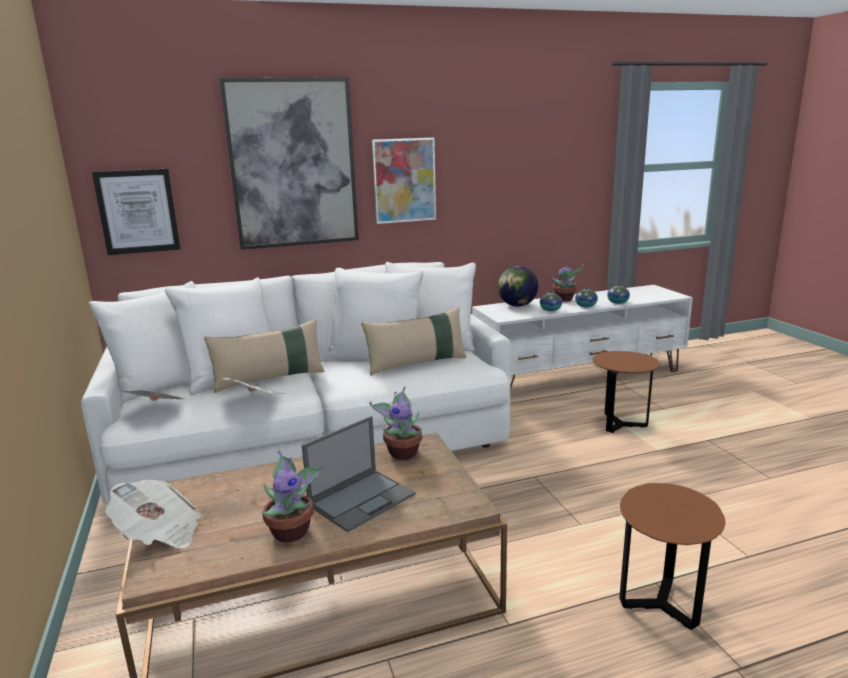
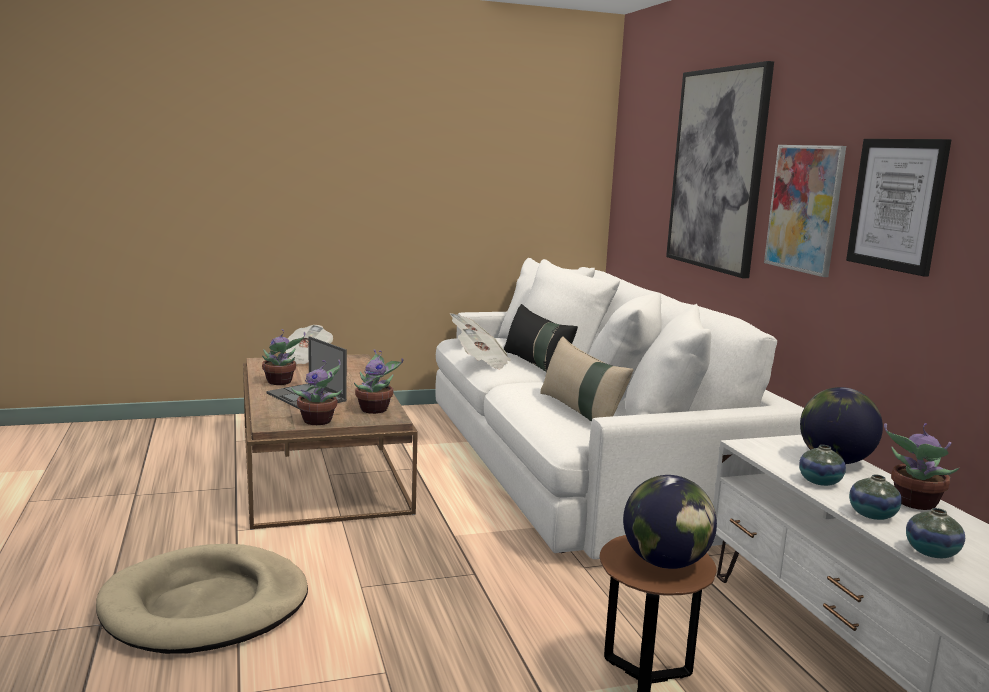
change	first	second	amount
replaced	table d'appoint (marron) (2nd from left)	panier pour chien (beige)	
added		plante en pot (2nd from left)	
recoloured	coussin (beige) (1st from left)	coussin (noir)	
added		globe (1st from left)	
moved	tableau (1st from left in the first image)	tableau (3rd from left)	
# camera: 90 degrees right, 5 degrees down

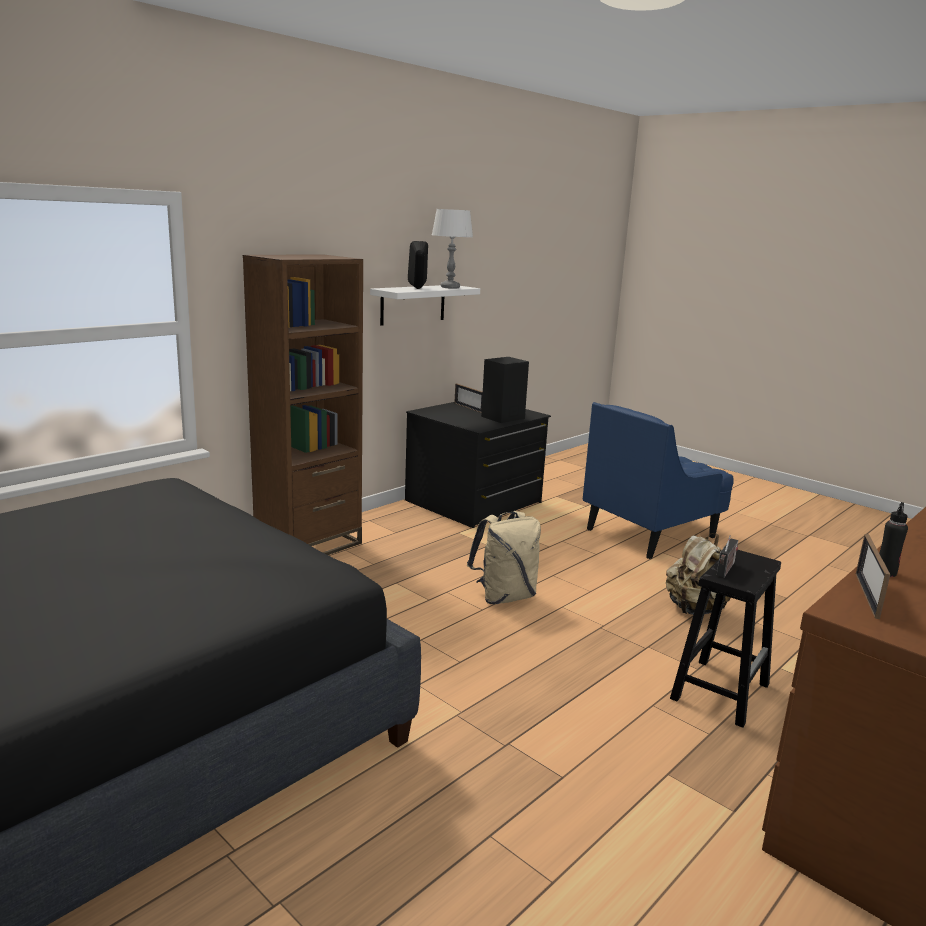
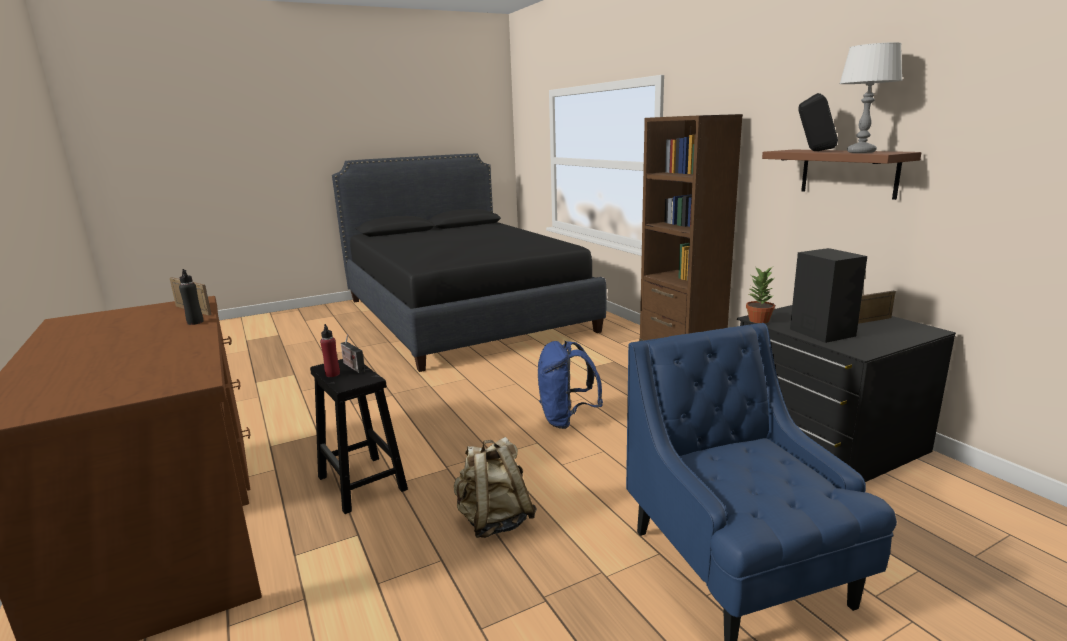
change	first	second	amount
added		bouteille (rouge)	
recoloured	sac à dos (beige) (1st from left)	sac à dos (bleu)	
added		plante en pot	
recoloured	étagère (blanc)	étagère (marron)	
# camera: 110 degrees right, 0 degrees up

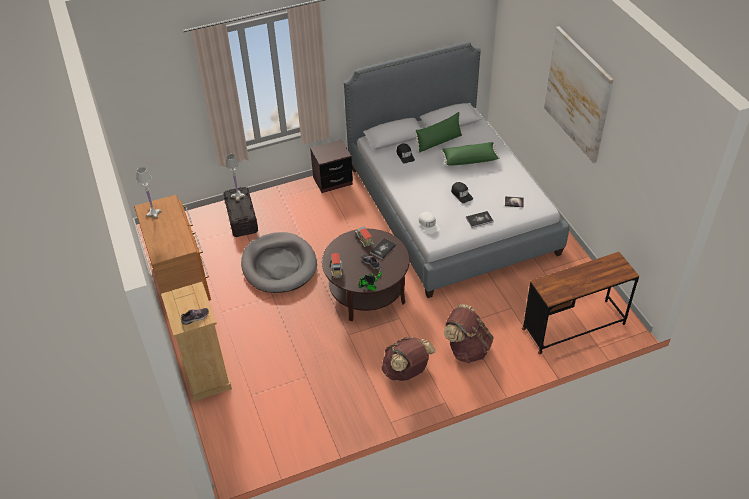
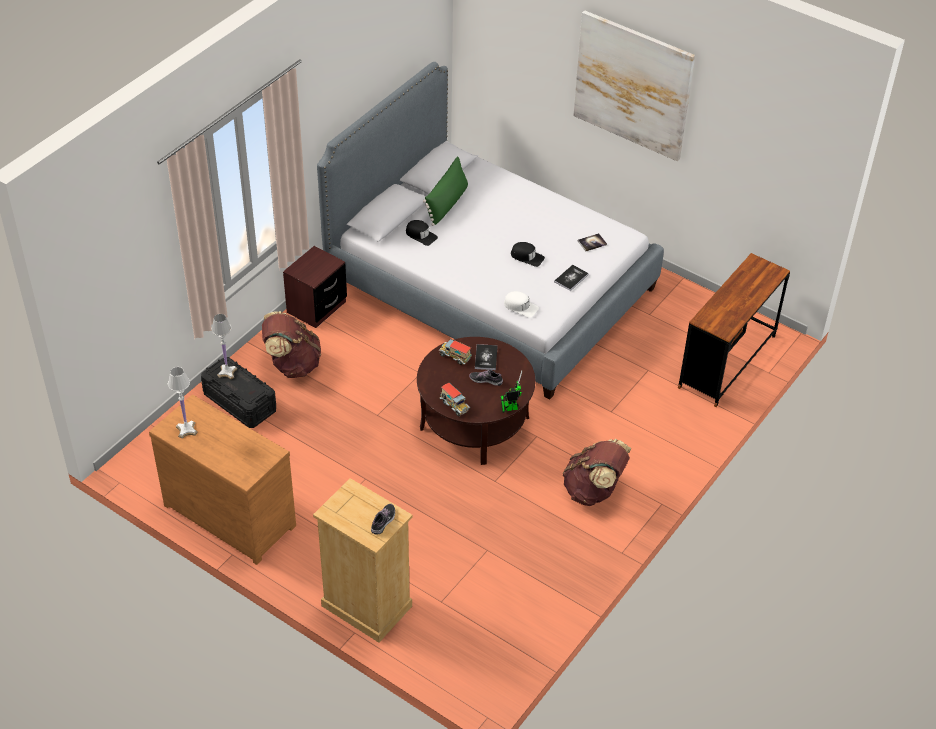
change	first	second	amount
moved	sac à dos (marron) (2nd from left in the first image)	sac à dos (marron) (1st from left)	
removed	panier pour chien (gris)		
removed	coussin (vert) (2nd from left)		
# camera: 35 degrees left, 0 degrees up

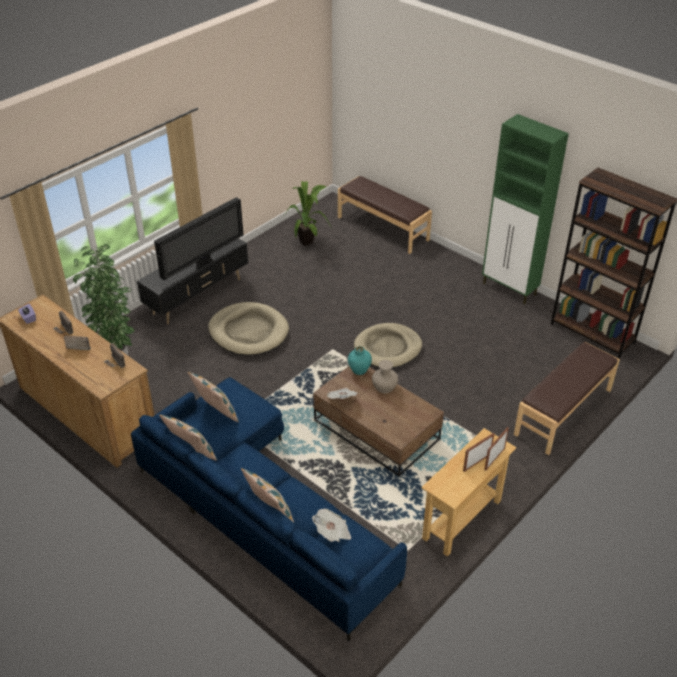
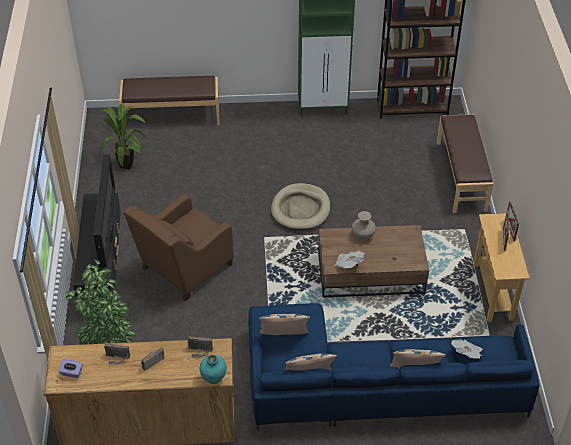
change	first	second	amount
replaced	panier pour chien (beige) (1st from left)	fauteuil (marron)	
moved	vase (turquoise)		
# camera: 45 degrees left, 5 degrees up

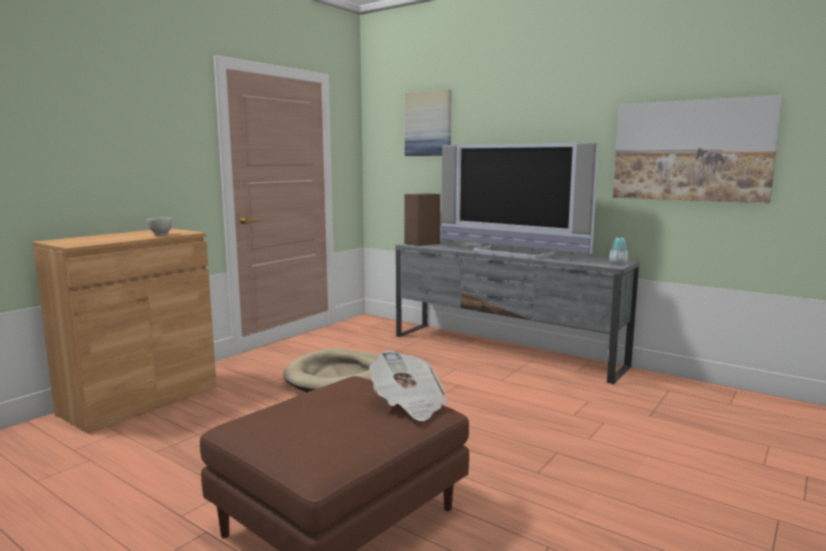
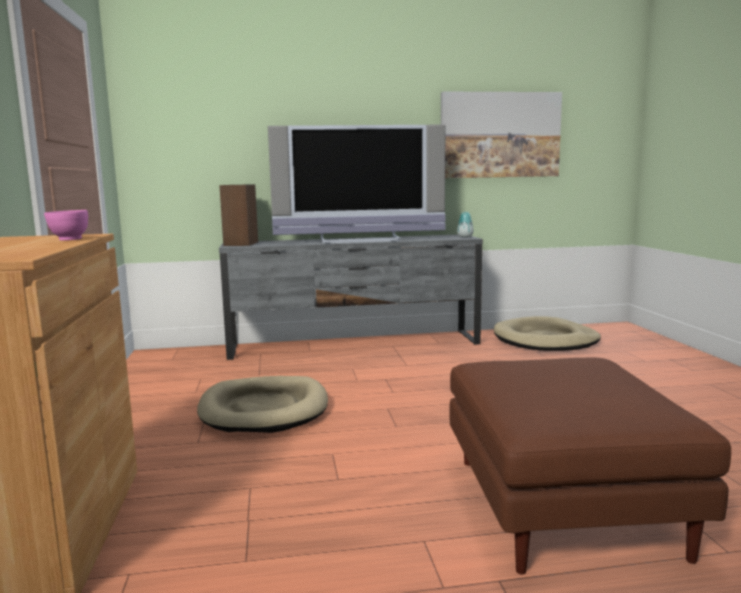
change	first	second	amount
recoloured	bol (blanc)	bol (rose)	
added		panier pour chien (beige) (2nd from left)	
removed	journal		
removed	tableau (1st from left)		
# camera: 45 degrees left, 0 degrees up

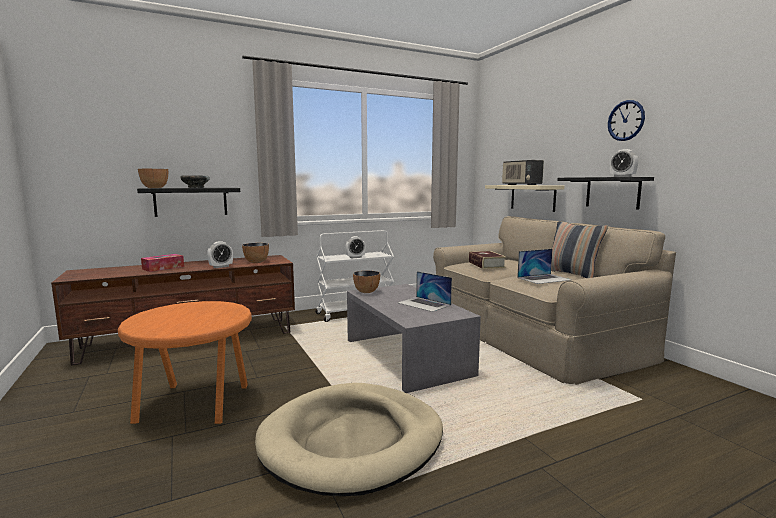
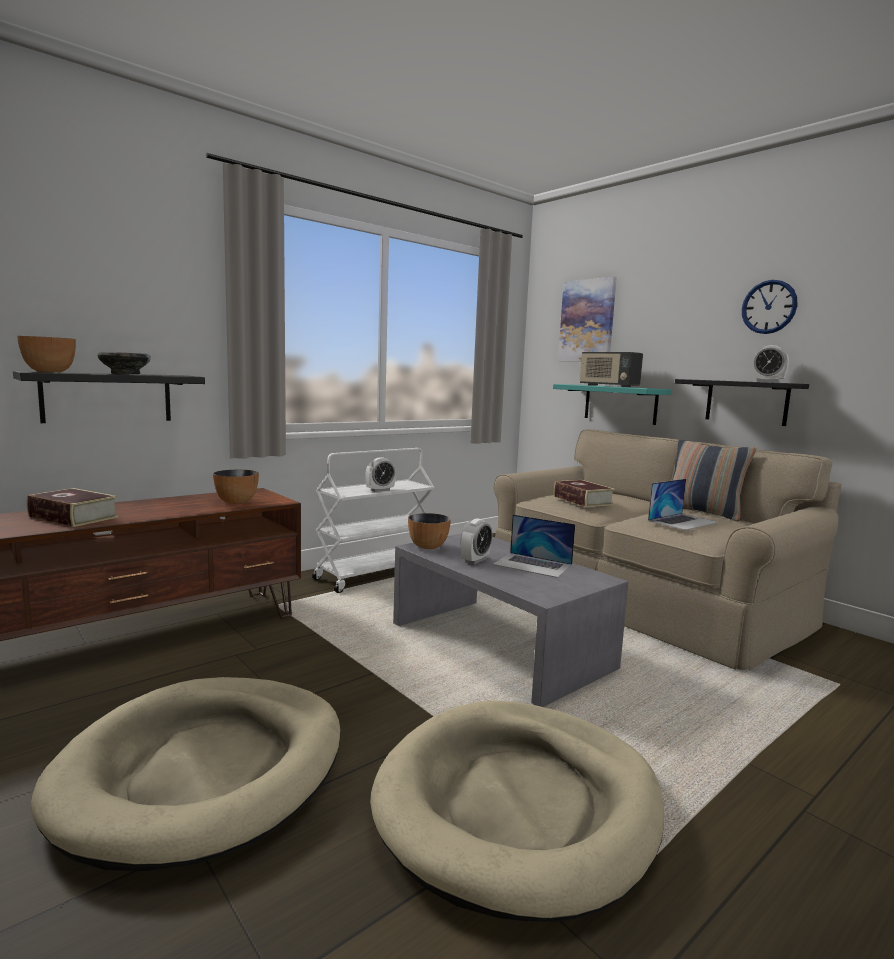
change	first	second	amount
replaced	boîte à mouchoirs	livre (1st from left)	
replaced	table d'appoint (orange)	panier pour chien (beige) (1st from left)	
moved	réveil (1st from left in the first image)	réveil (2nd from left)	
recoloured	étagère (beige)	étagère (turquoise)	
added		tableau	
# camera: 15 degrees left, 0 degrees up

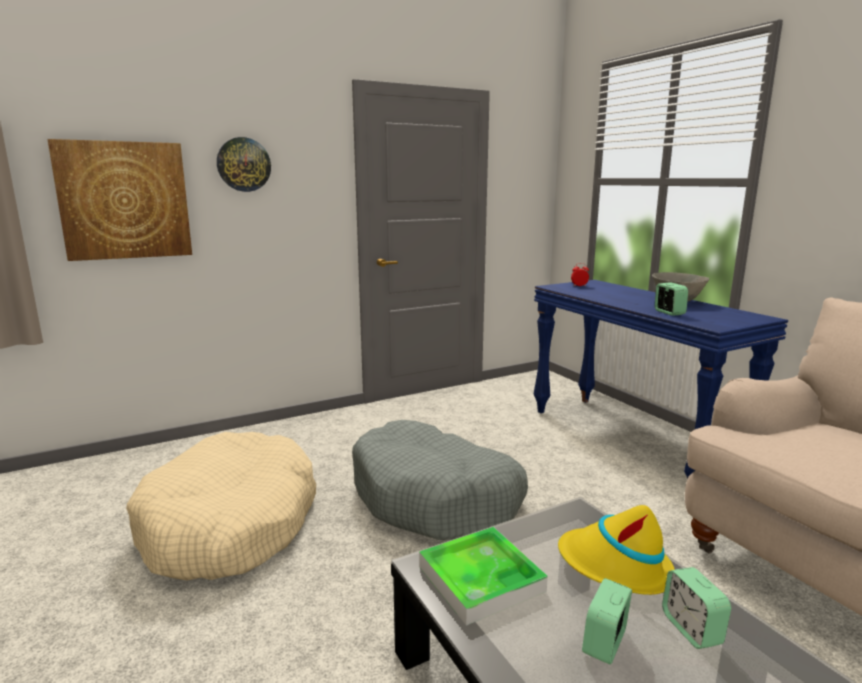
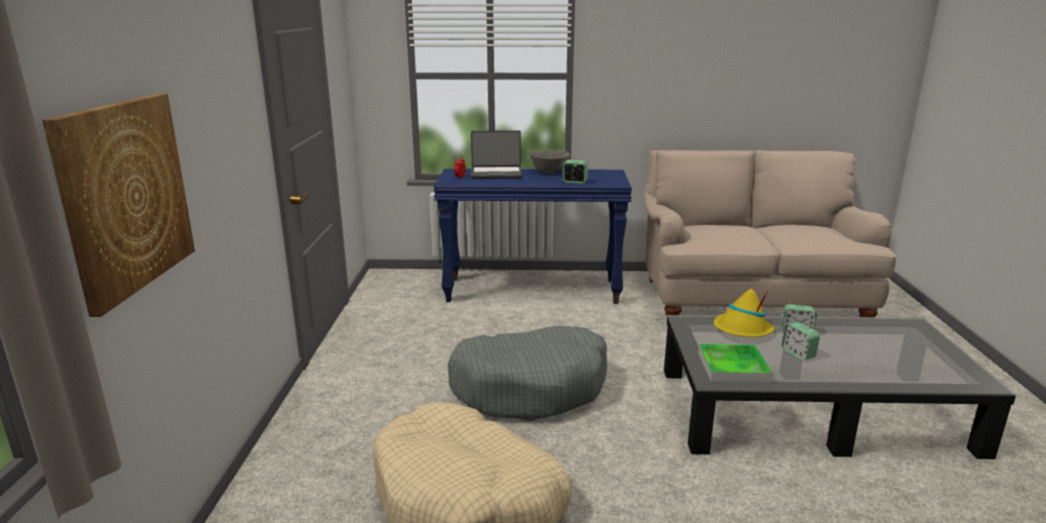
change	first	second	amount
added		ordinateur portable	
removed	horloge murale		
# camera: 60 degrees left, 5 degrees up

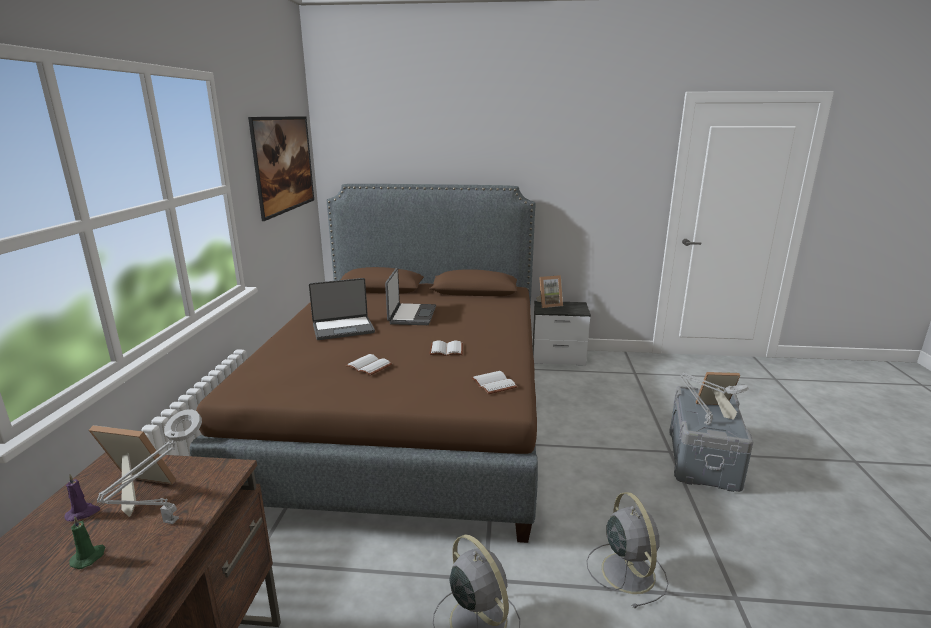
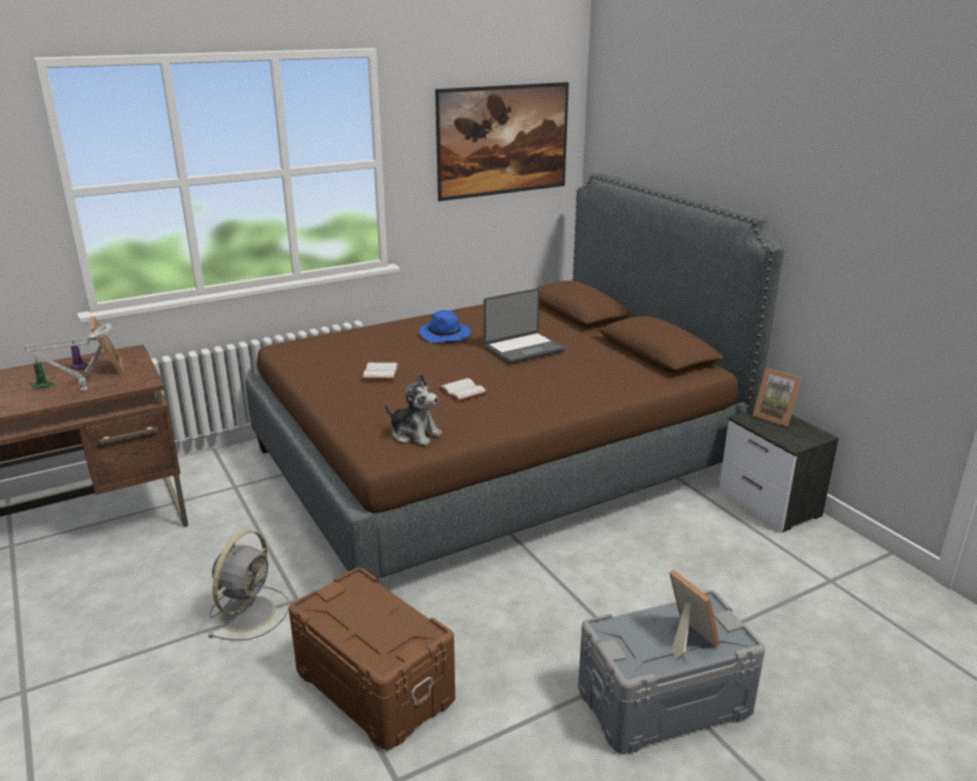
change	first	second	amount
replaced	ventilateur (gris) (2nd from left)	boîte de rangement (marron)	
replaced	livre (blanc) (3rd from left)	peluche	
replaced	ordinateur portable (1st from left)	chapeau (bleu)	
removed	lampe de table (gris) (2nd from left)		
# camera: 55 degrees right, 5 degrees up

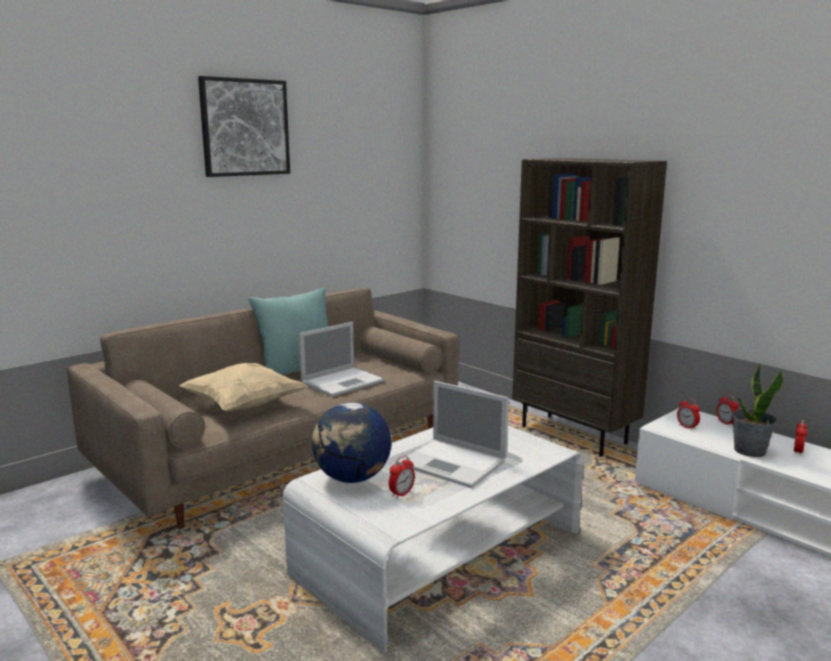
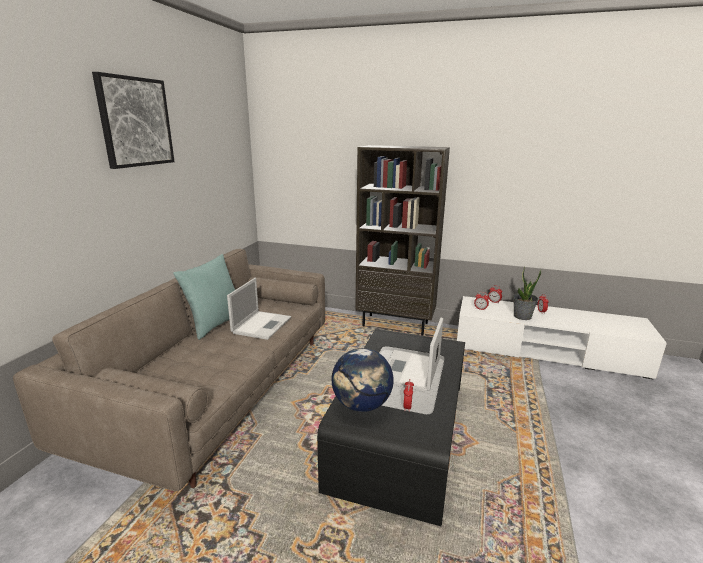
change	first	second	amount
recoloured	table basse (blanc)	table basse (noir)	
turned	ordinateur portable (2nd from left)		105 degrees clockwise
removed	coussin (beige)		
# camera: 30 degrees left, 5 degrees up

